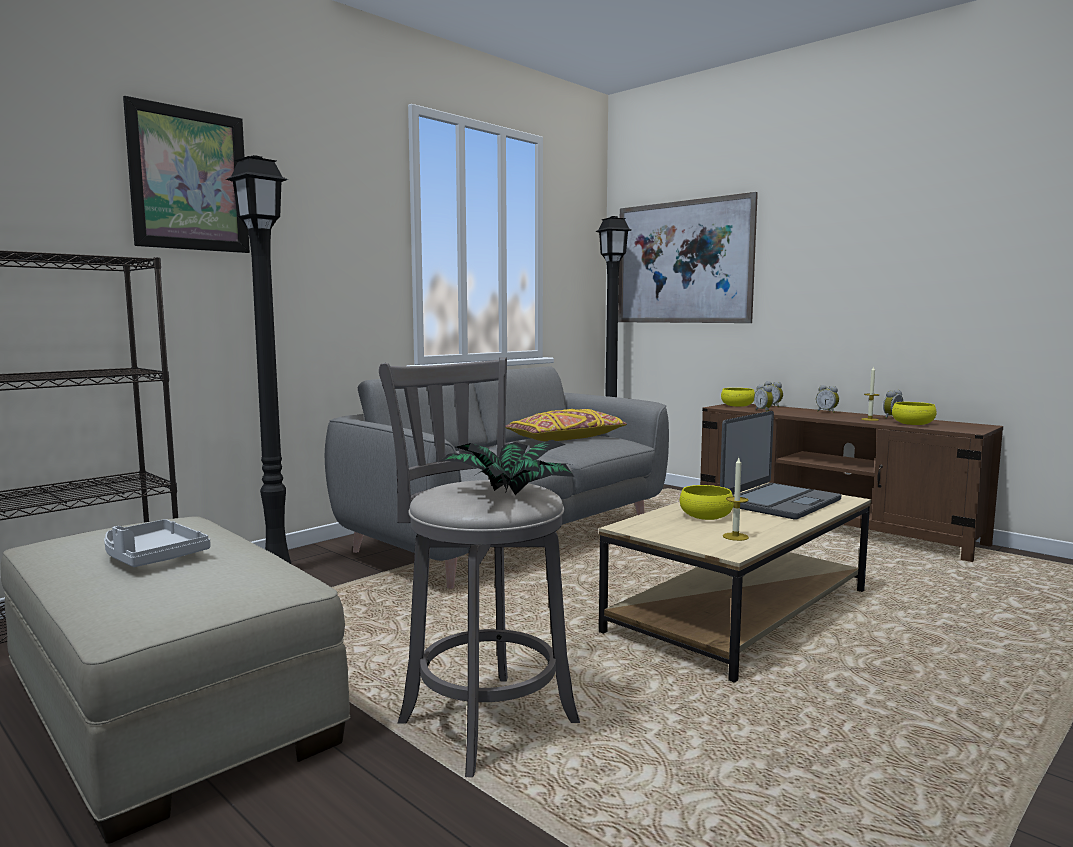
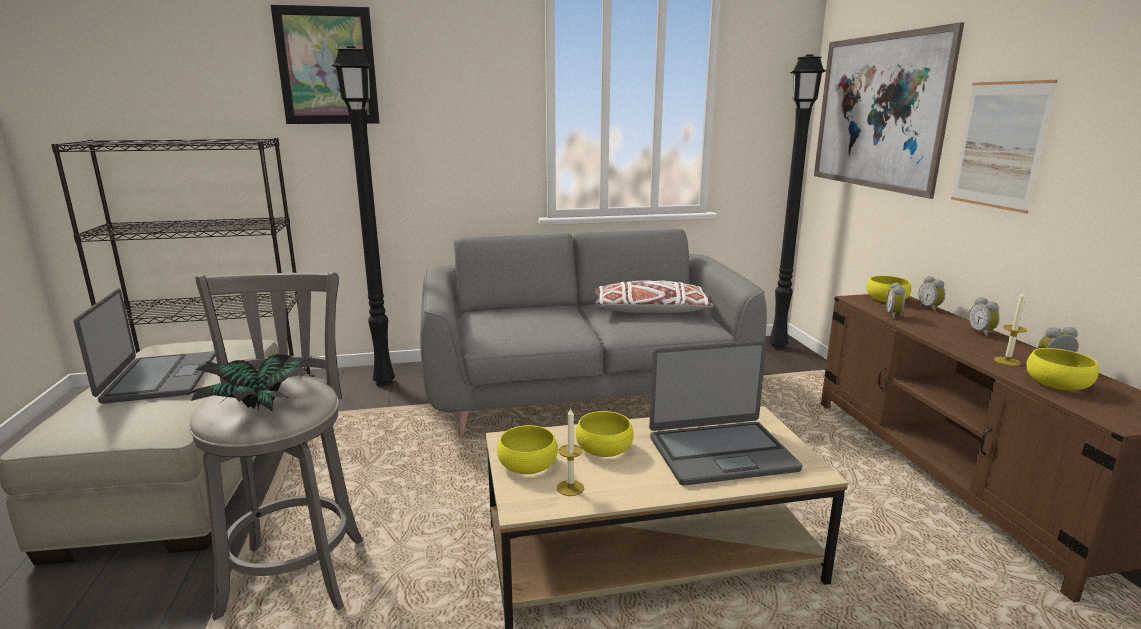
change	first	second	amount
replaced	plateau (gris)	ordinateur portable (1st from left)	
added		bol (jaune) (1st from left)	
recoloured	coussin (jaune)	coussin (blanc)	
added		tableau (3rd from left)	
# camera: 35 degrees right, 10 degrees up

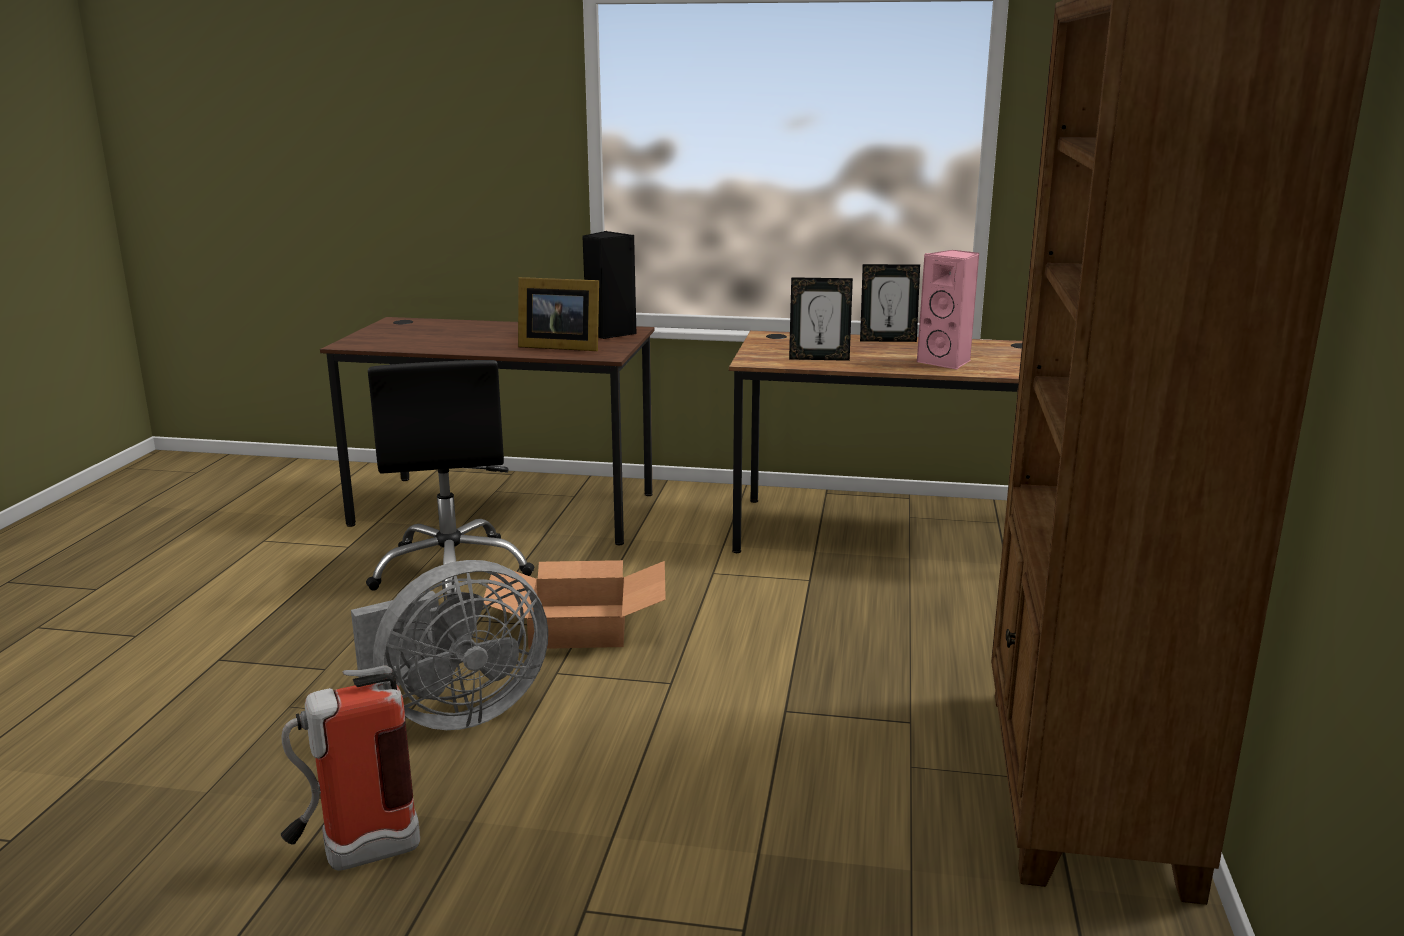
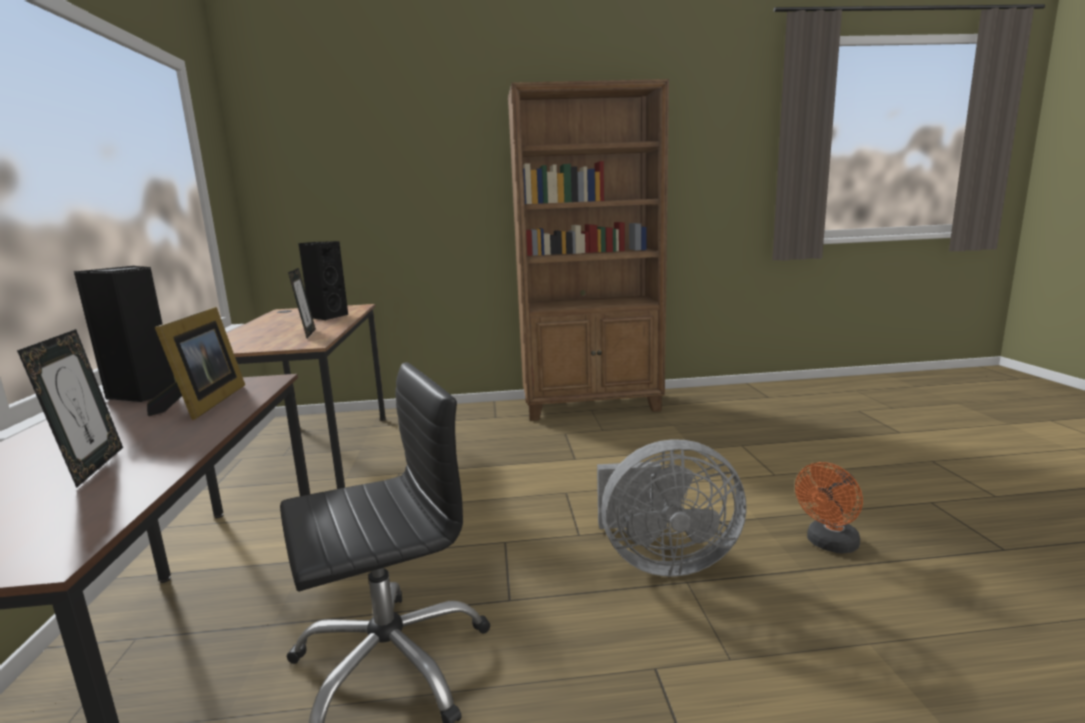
change	first	second	amount
moved	cadre photo (3rd from left in the first image)	cadre photo (1st from left)	
recoloured	enceinte (rose)	enceinte (noir) (2nd from left)	
turned	ventilateur (gris)		135 degrees clockwise
replaced	extincteur	ventilateur (orange)	
removed	carton		
# camera: 105 degrees left, 5 degrees down

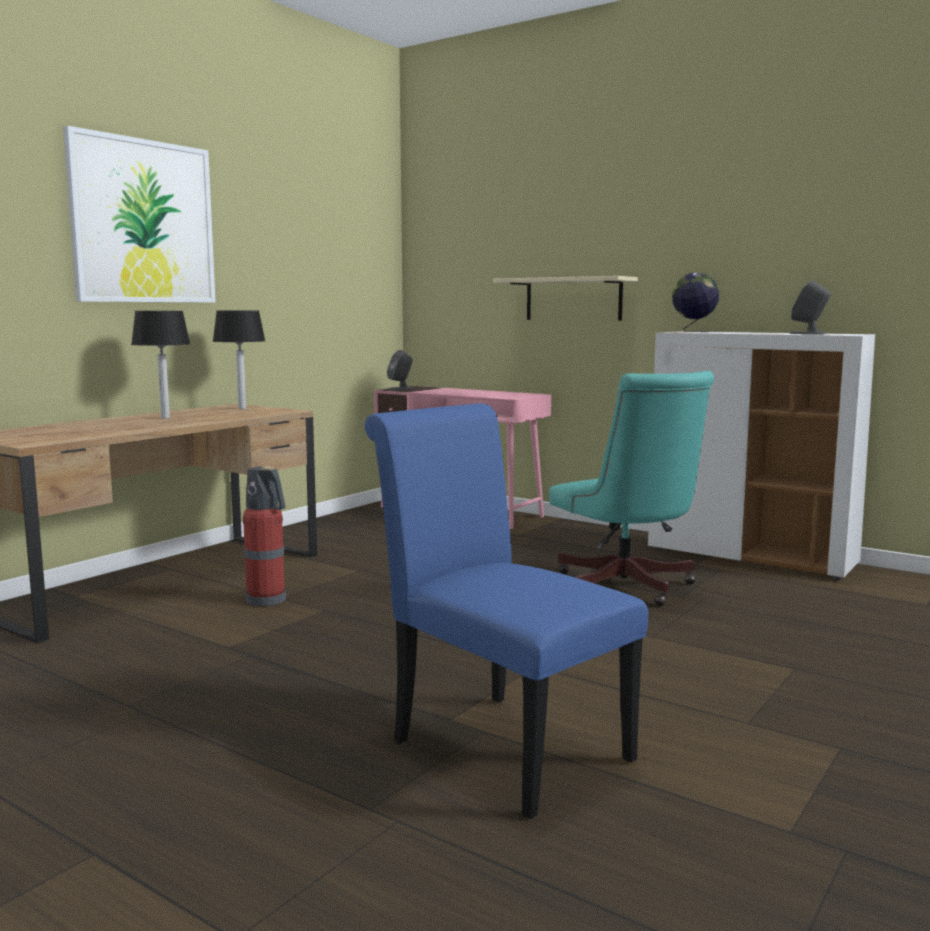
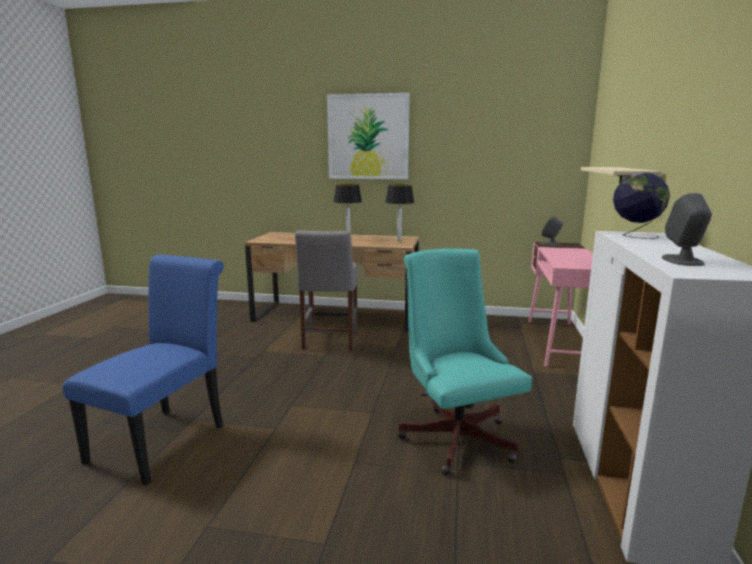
change	first	second	amount
replaced	extincteur	chaise (gris)	
turned	chaise de bureau (turquoise)		120 degrees clockwise
# camera: 65 degrees right, 5 degrees up

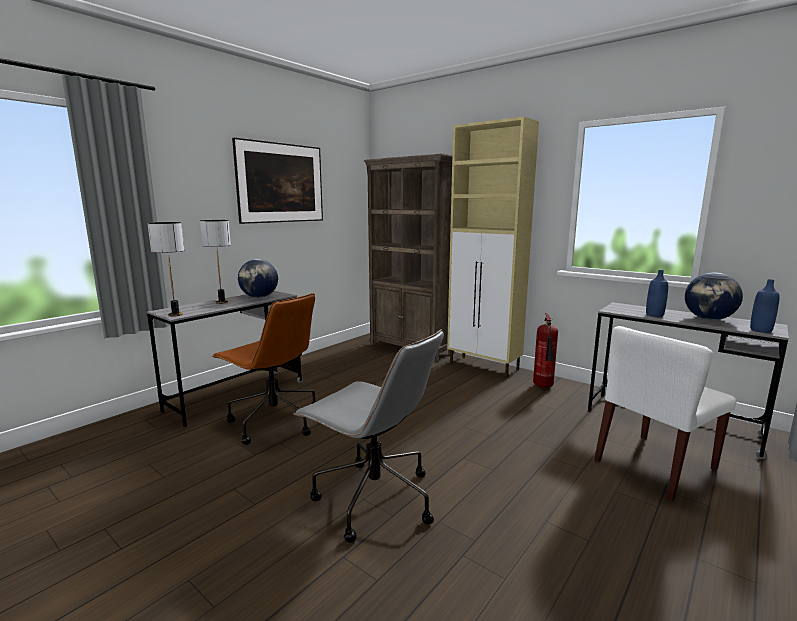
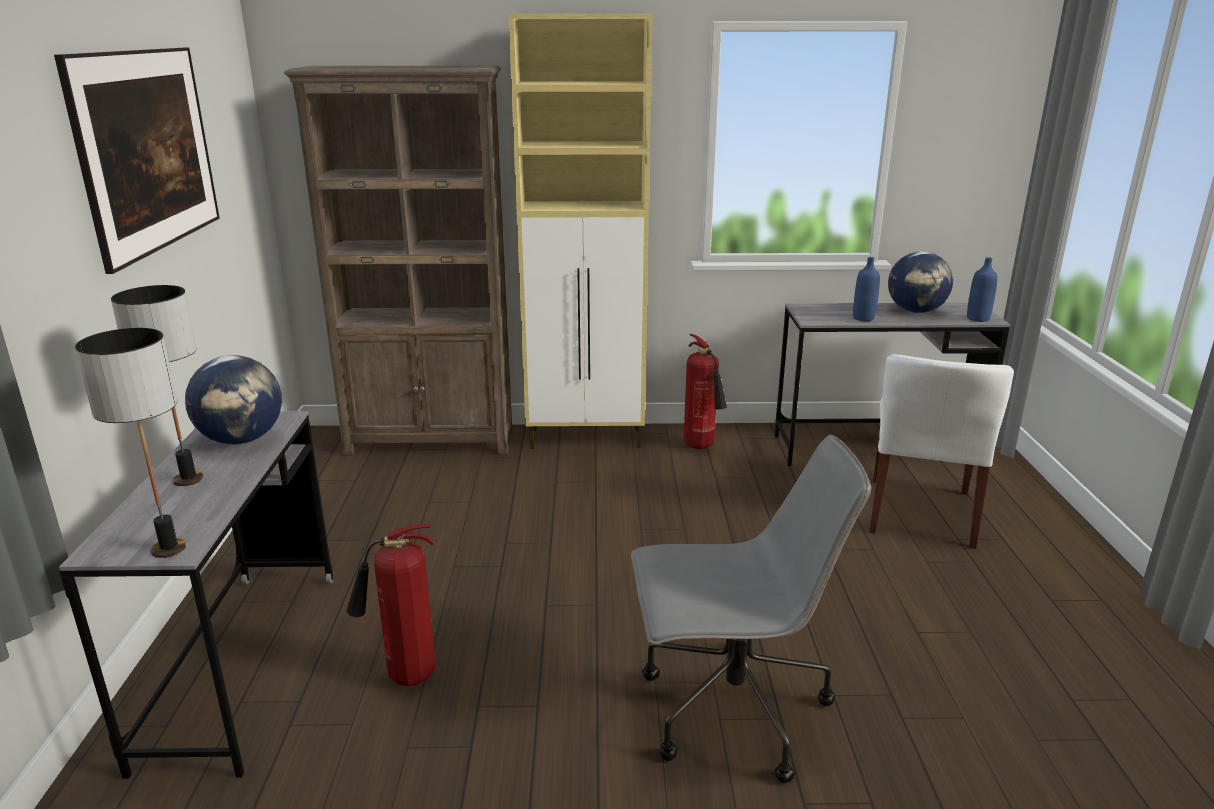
change	first	second	amount
replaced	chaise de bureau (marron)	extincteur (1st from left)	
# camera: 40 degrees left, 10 degrees up

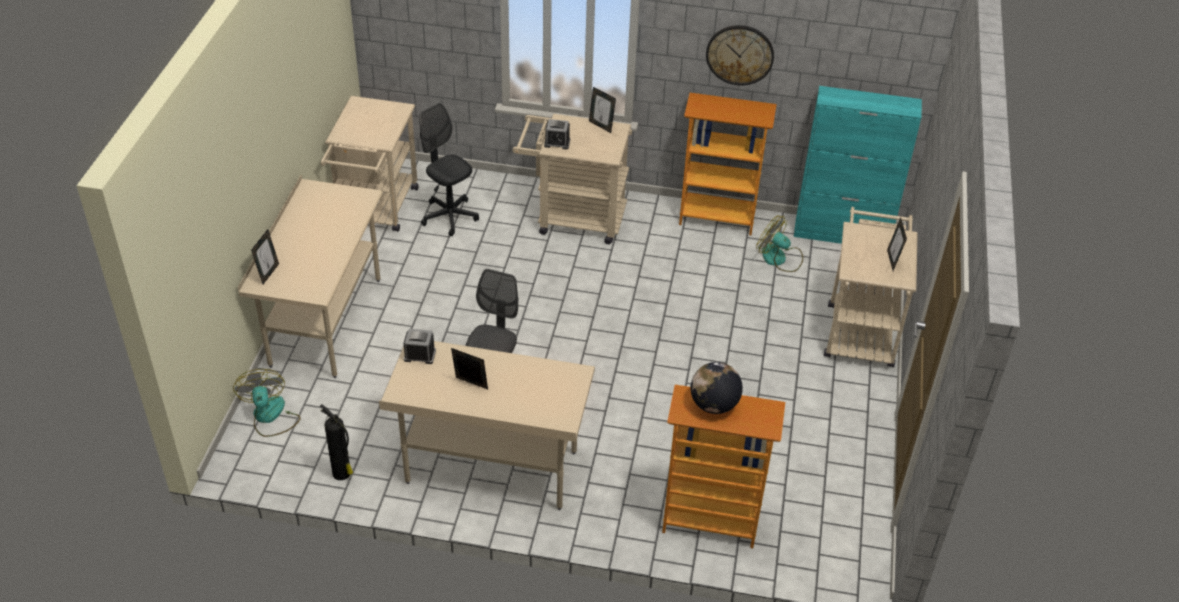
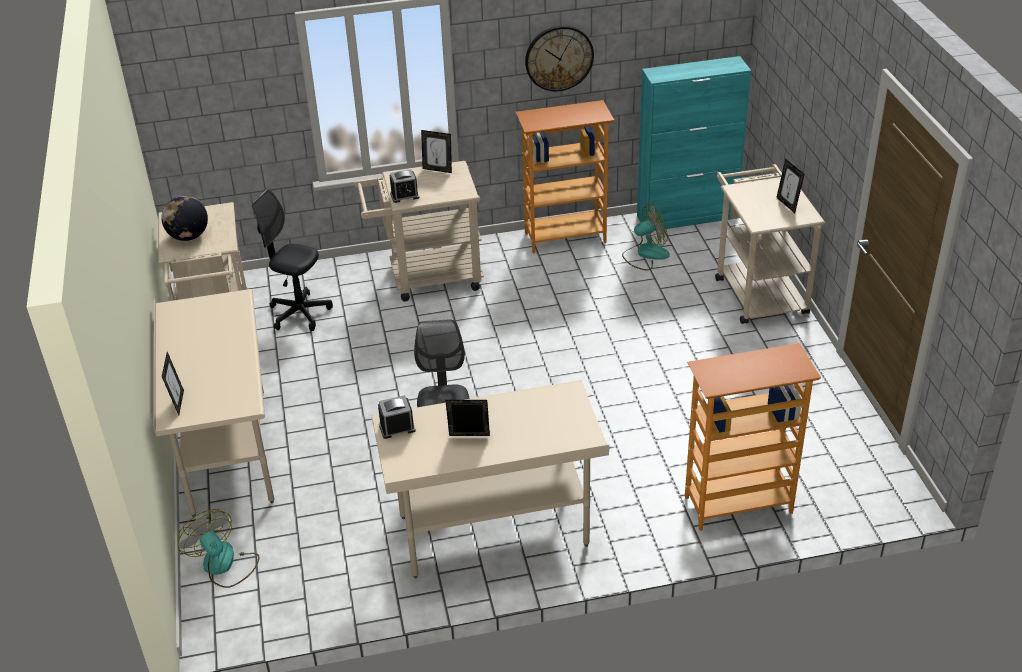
change	first	second	amount
moved	globe		
turned	ventilateur (2nd from left)		150 degrees clockwise
removed	extincteur		
# camera: 20 degrees left, 5 degrees down

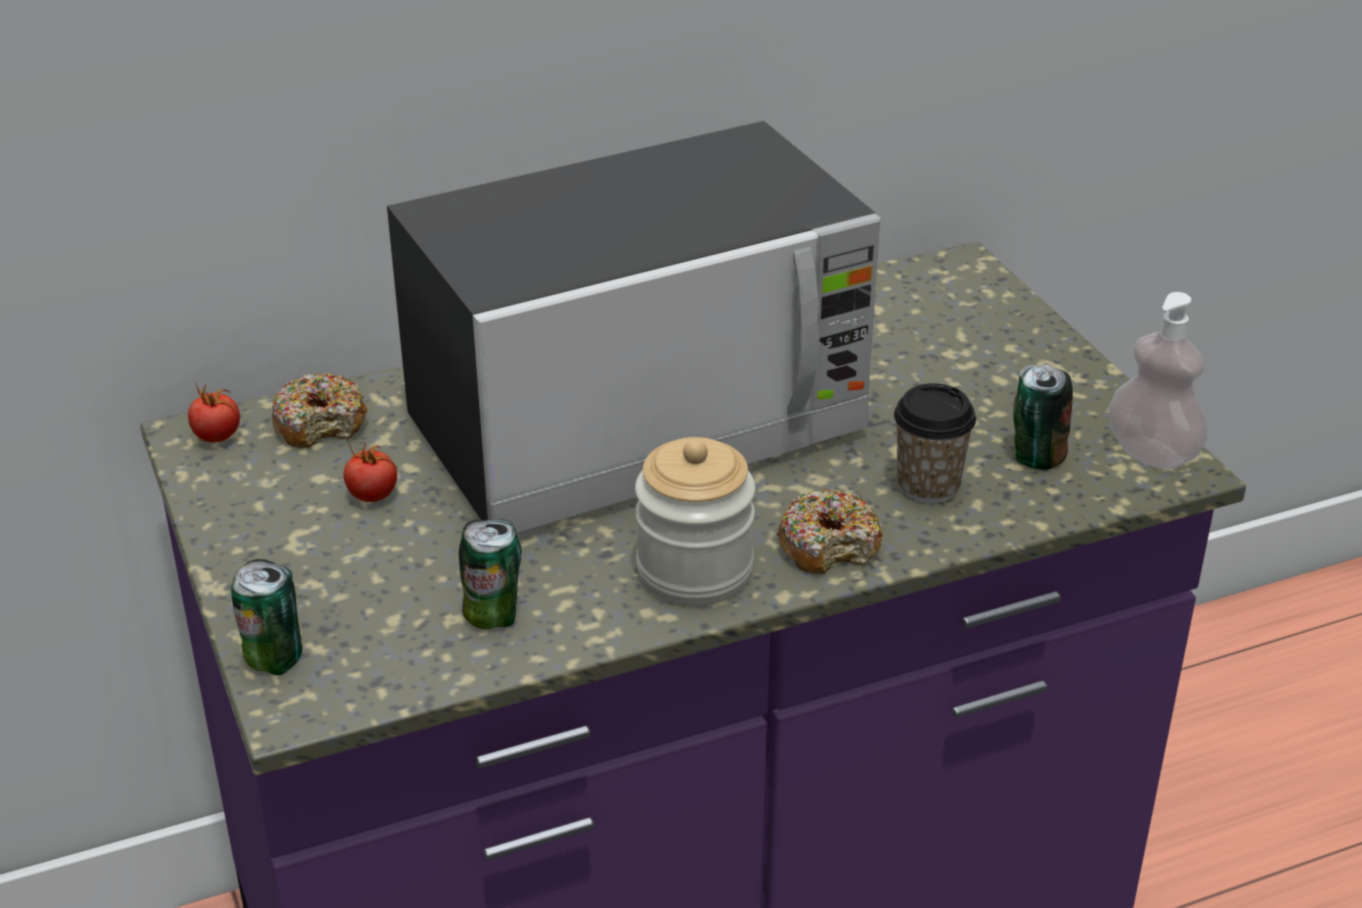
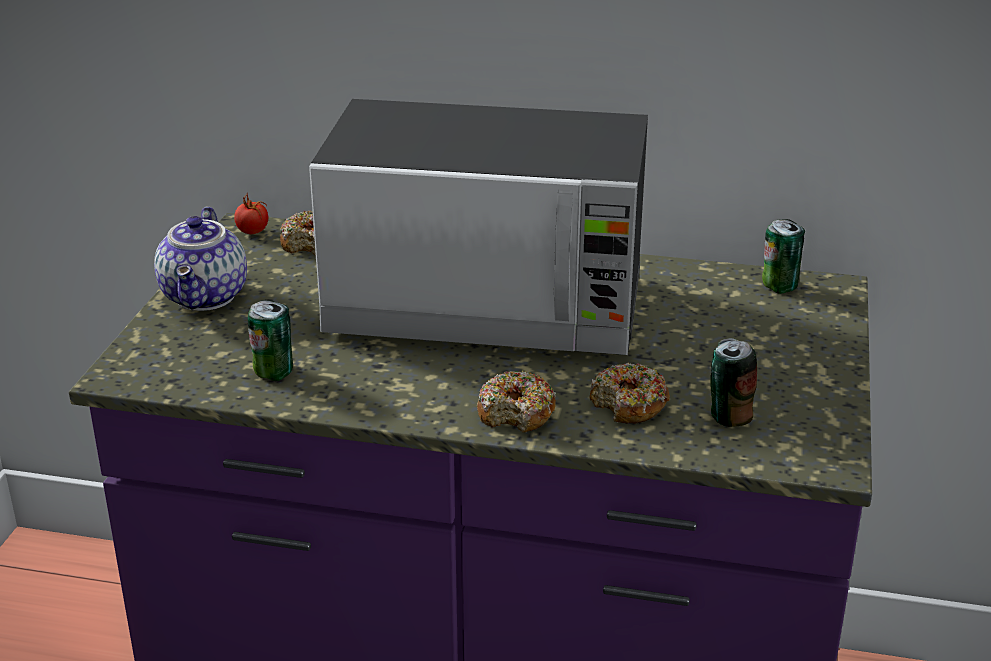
change	first	second	amount
added		théière	
replaced	tasse	beignet (3rd from left)	
moved	boîte métallique (1st from left in the first image)	boîte métallique (3rd from left)	
removed	tomate (2nd from left)		
removed	bocal		
removed	distributeur de savon		
# camera: 35 degrees right, 5 degrees down

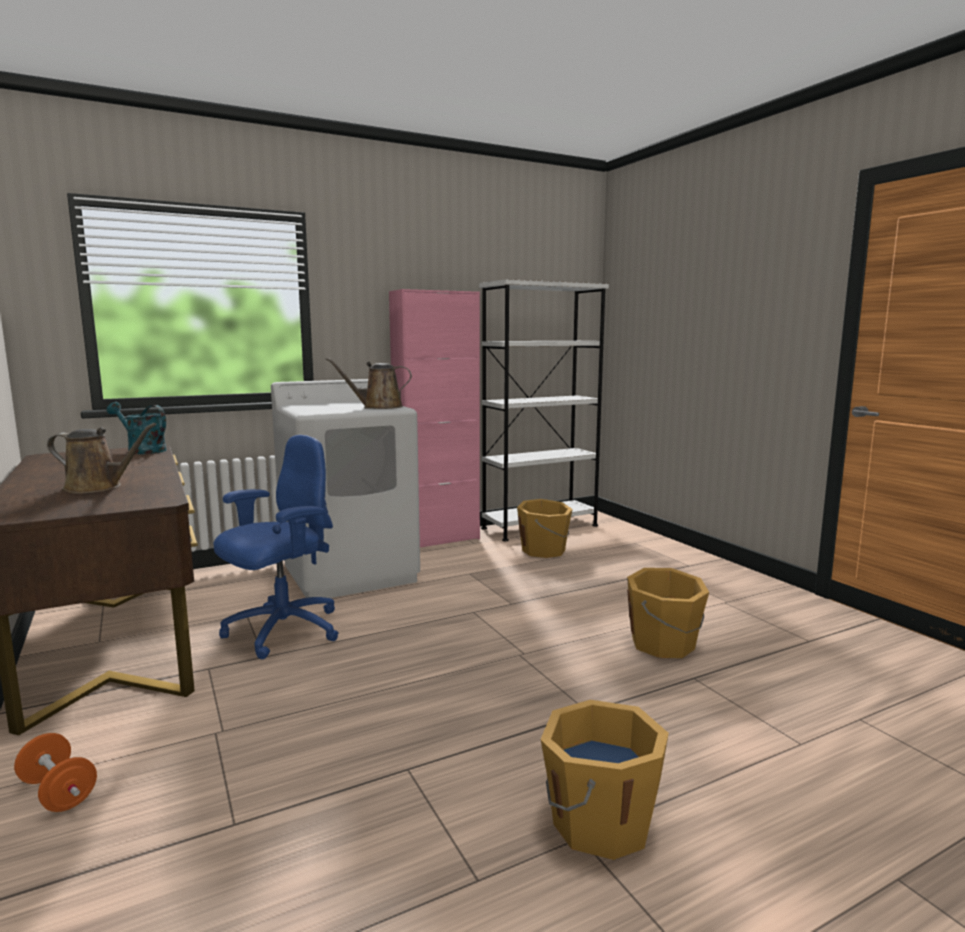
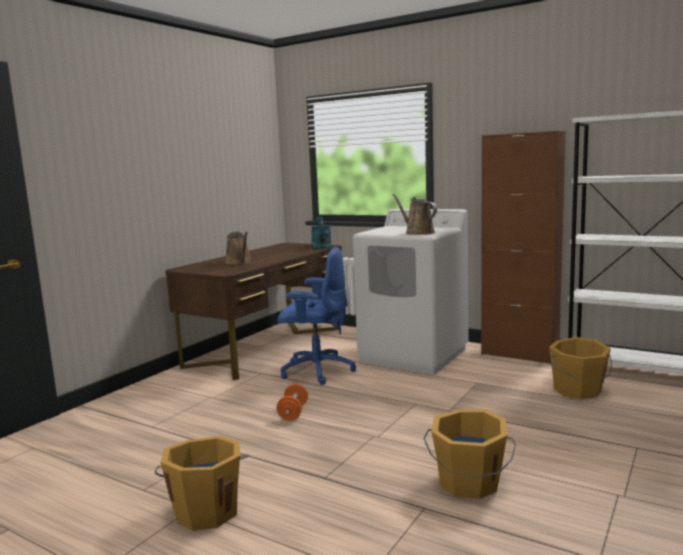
change	first	second	amount
moved	haltère (orange)		
recoloured	meuble de rangement (rose)	meuble de rangement (marron)	
# camera: 60 degrees right, 0 degrees up

